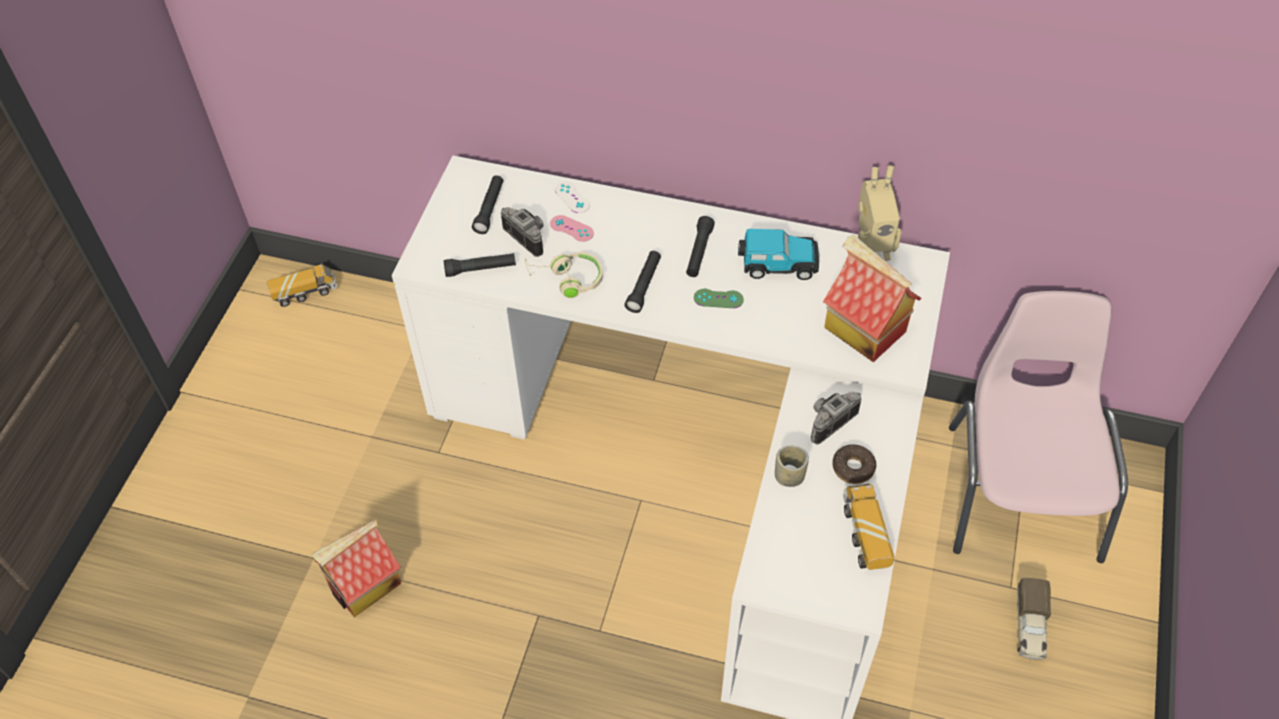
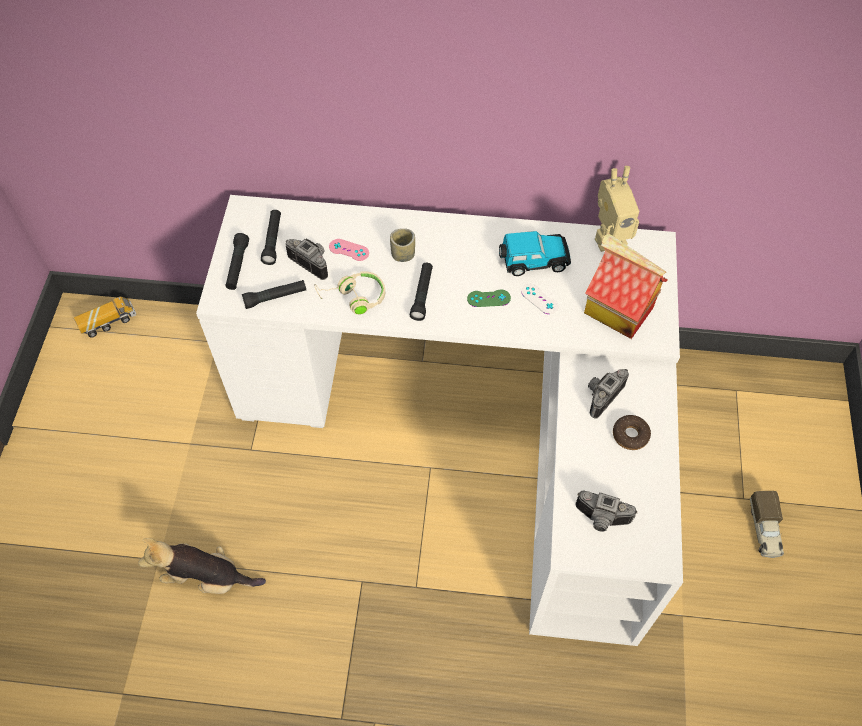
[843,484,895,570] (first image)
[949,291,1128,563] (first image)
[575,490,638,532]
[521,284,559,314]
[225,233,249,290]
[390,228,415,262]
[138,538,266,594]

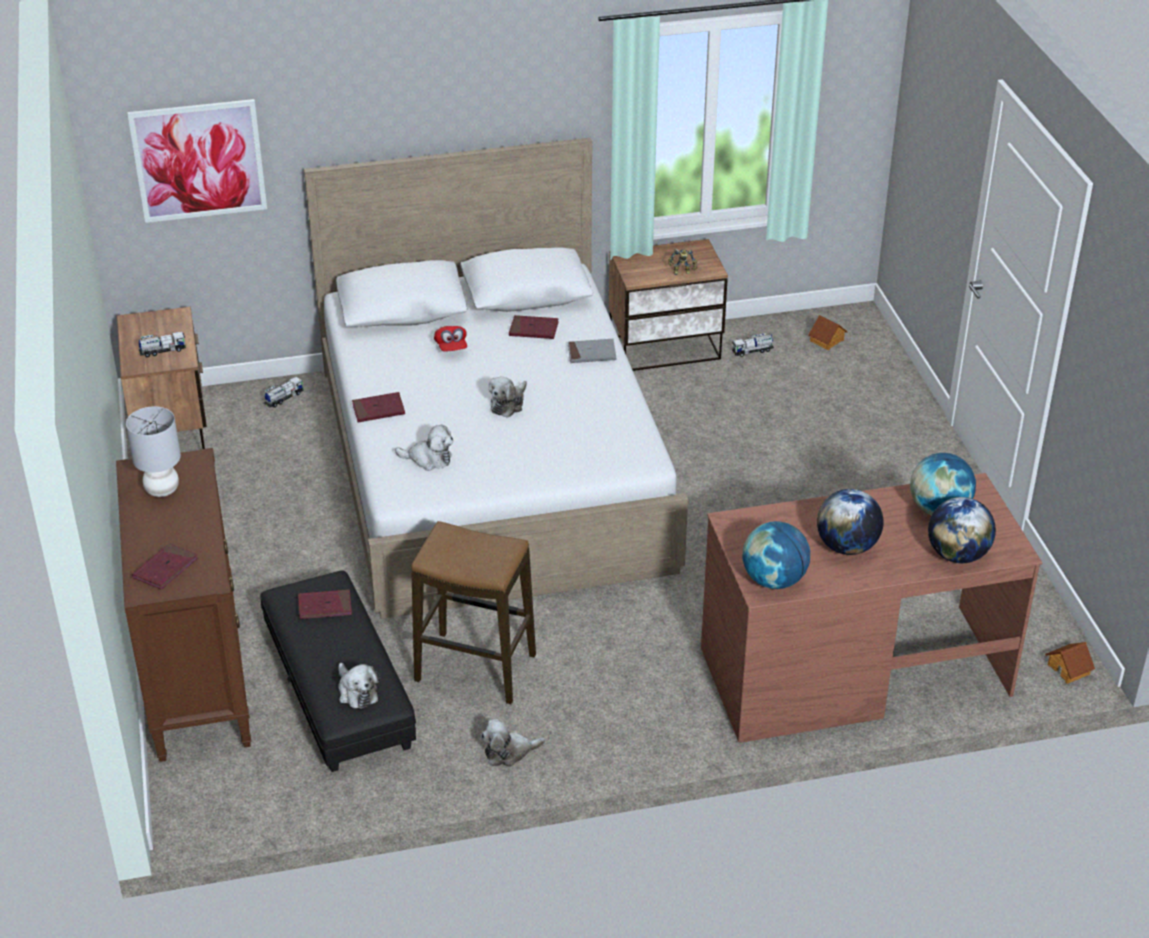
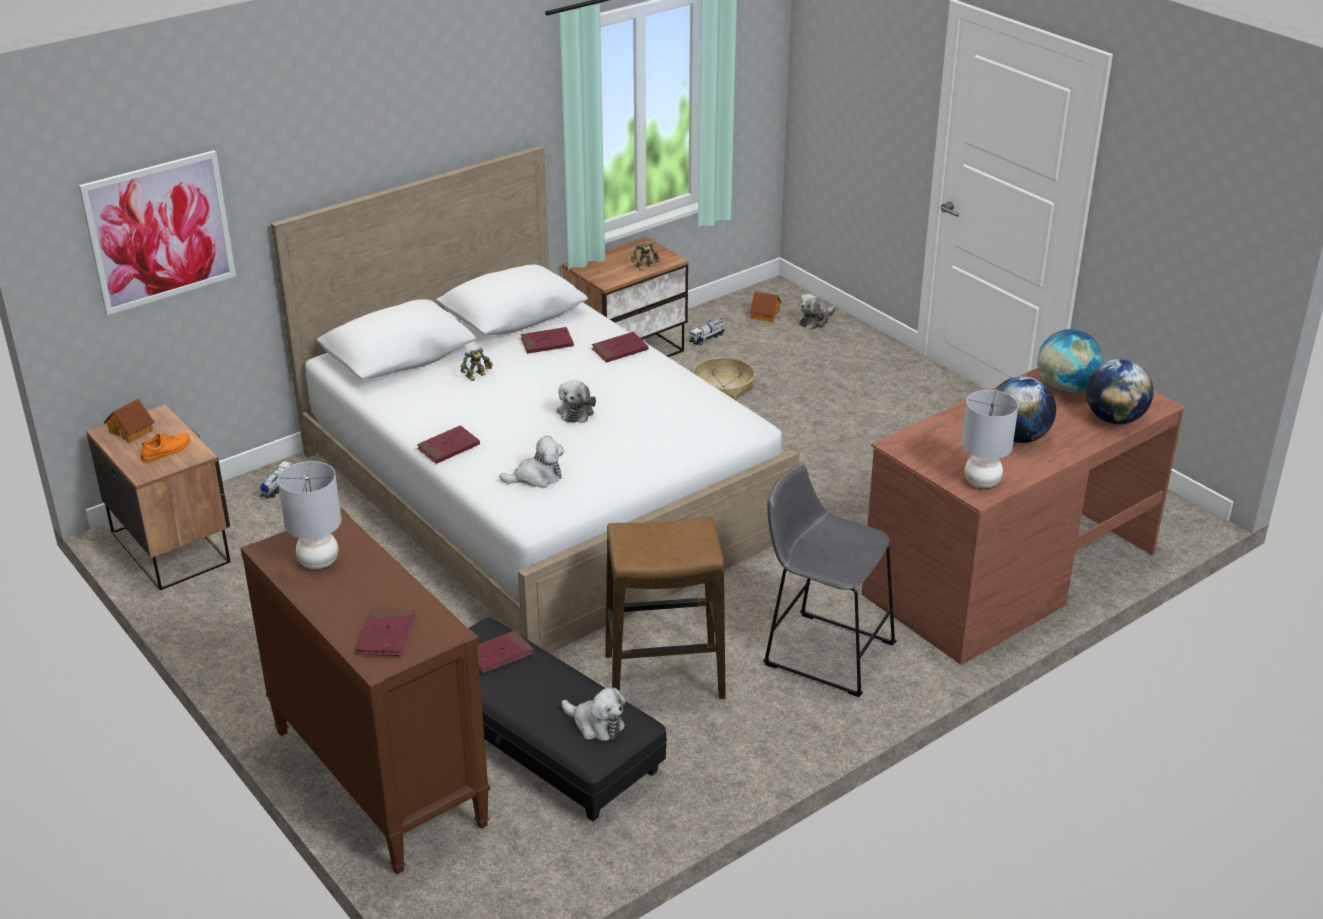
[693,357,755,400]
[763,464,897,697]
[798,294,836,330]
[104,399,155,443]
[140,433,191,463]
[461,348,493,381]
[961,390,1018,488]
[592,332,648,363]

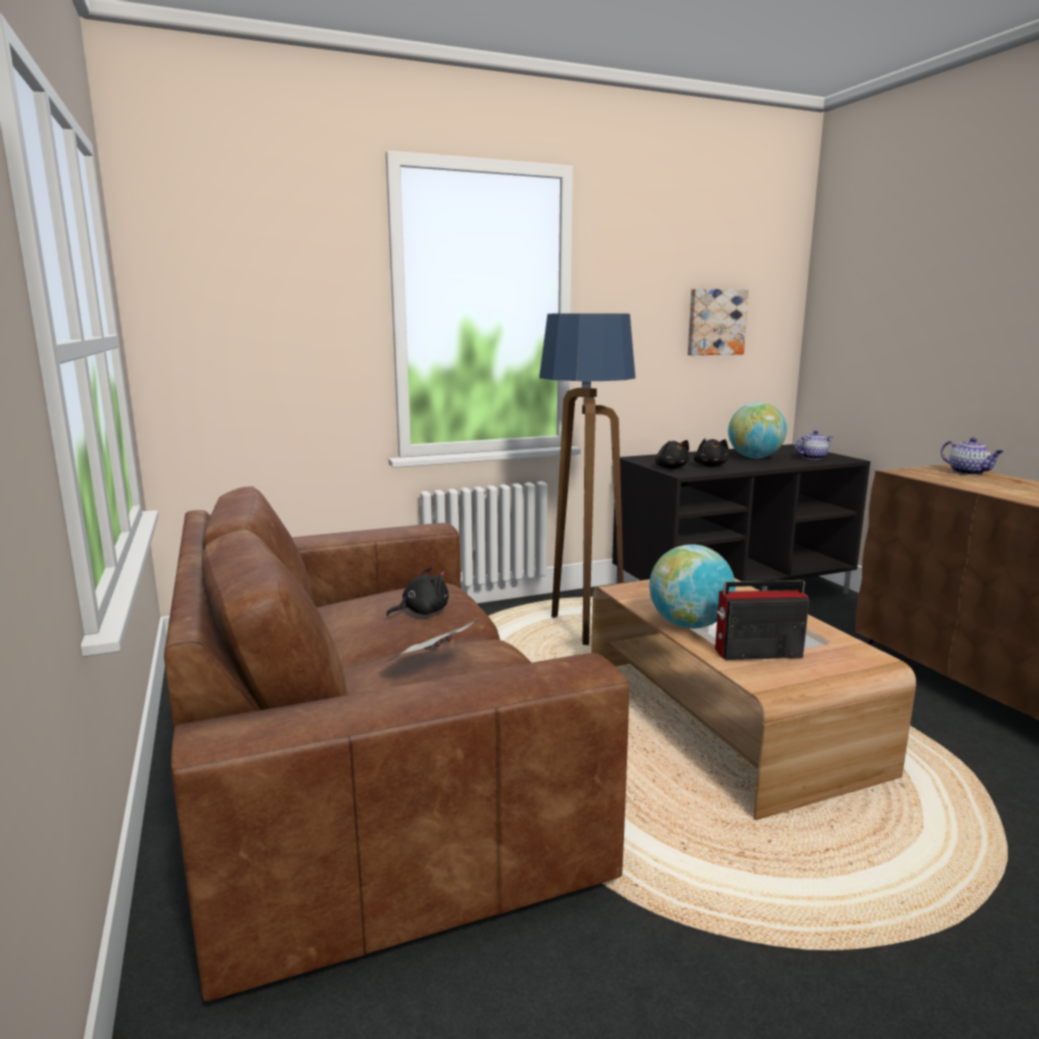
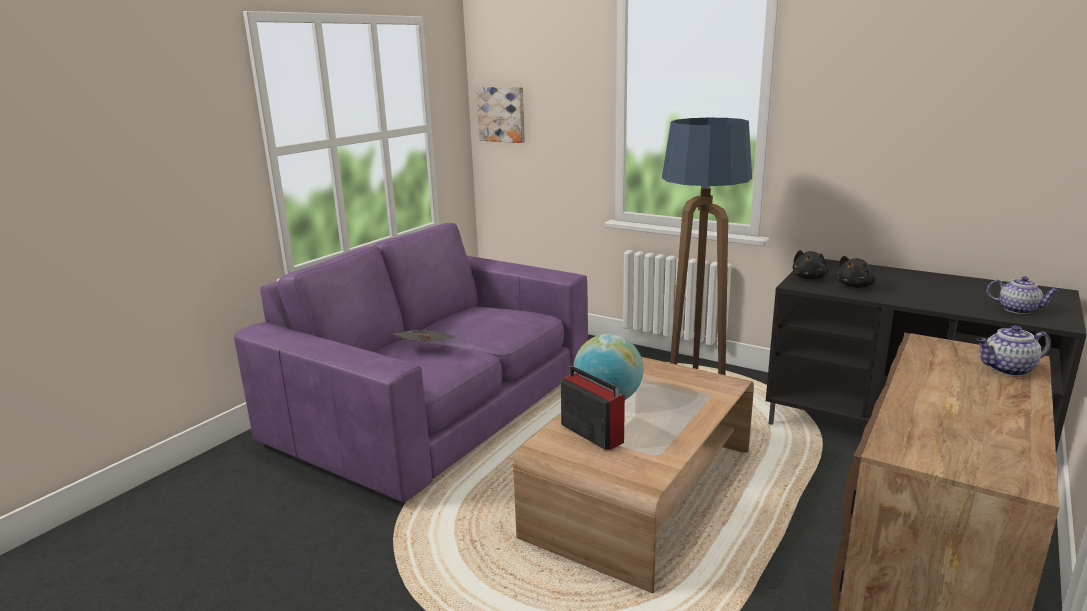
[386,567,449,616] (first image)
[728,402,787,458] (first image)
[476,87,525,143]
[234,223,588,502]
[977,325,1051,376]

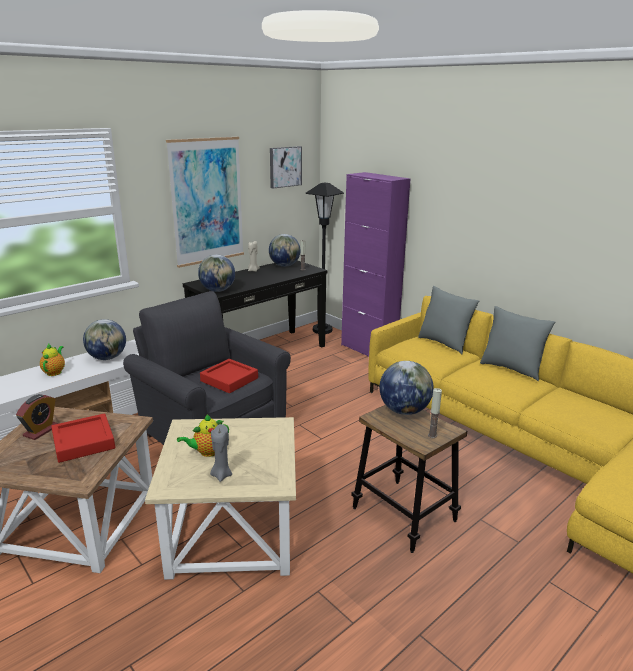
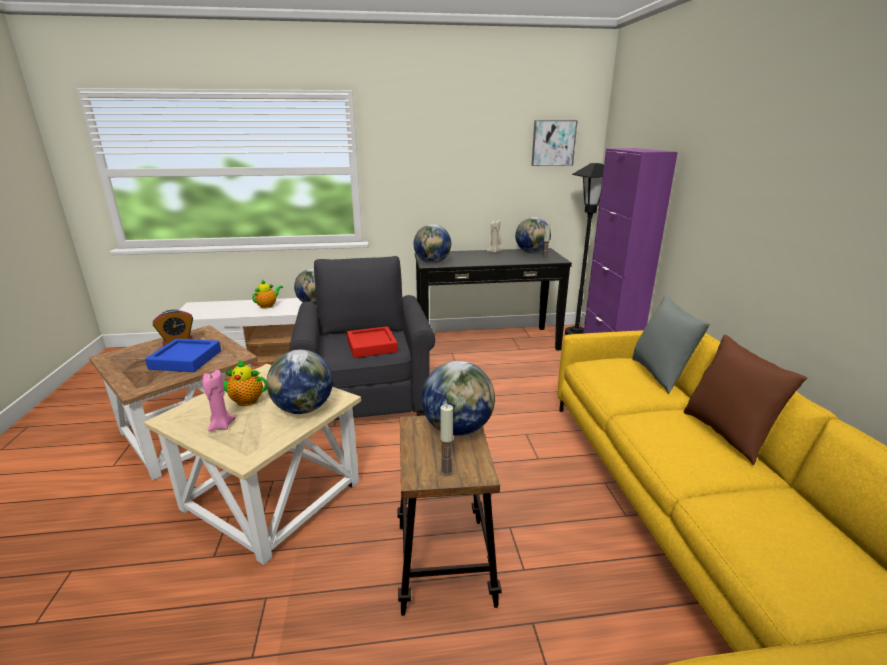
[166,137,244,268] (first image)
[267,350,333,414]
[145,339,221,372]
[203,370,236,431]
[683,335,808,465]

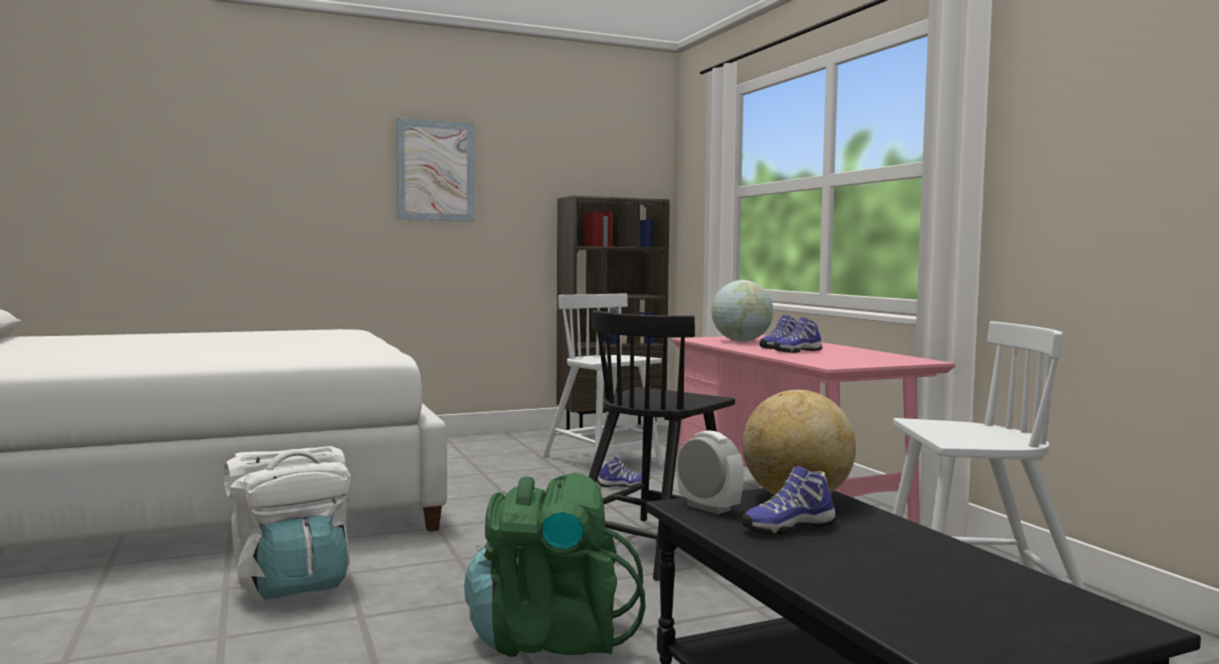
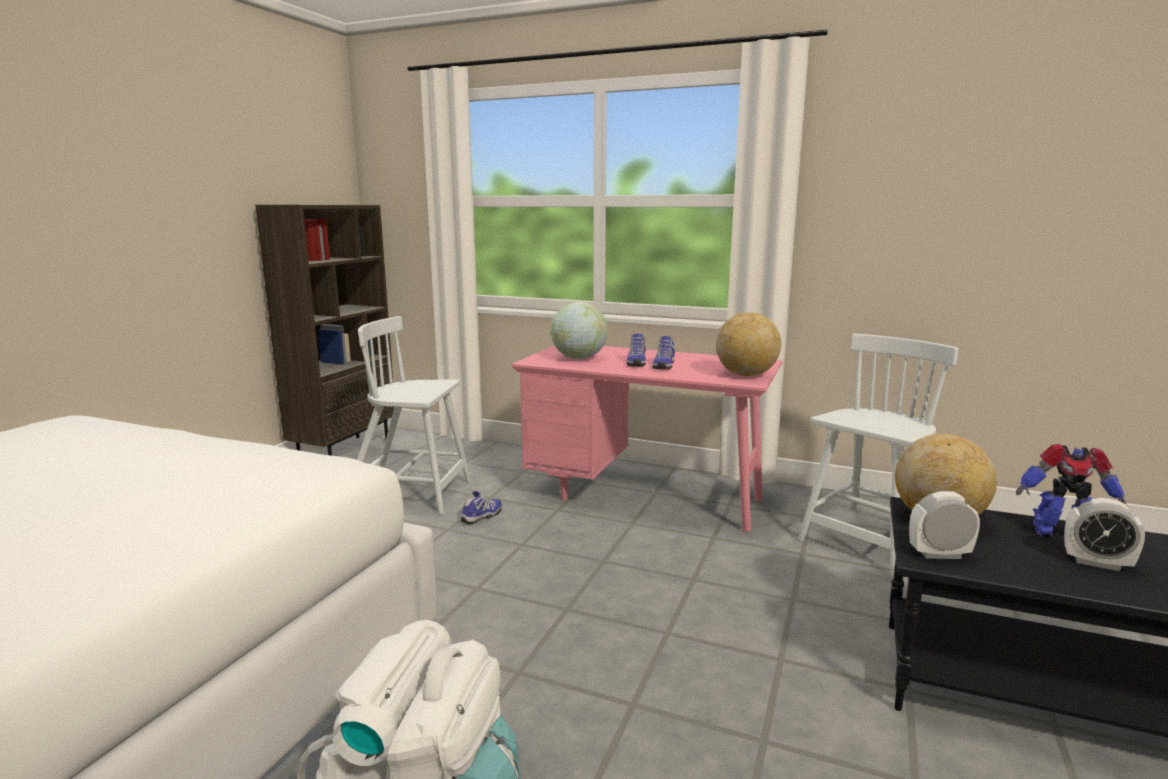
[396,118,475,222] (first image)
[464,472,646,657] (first image)
[589,310,735,581] (first image)
[742,466,836,535] (first image)
[716,312,781,376]
[1016,444,1127,538]
[1064,498,1145,571]

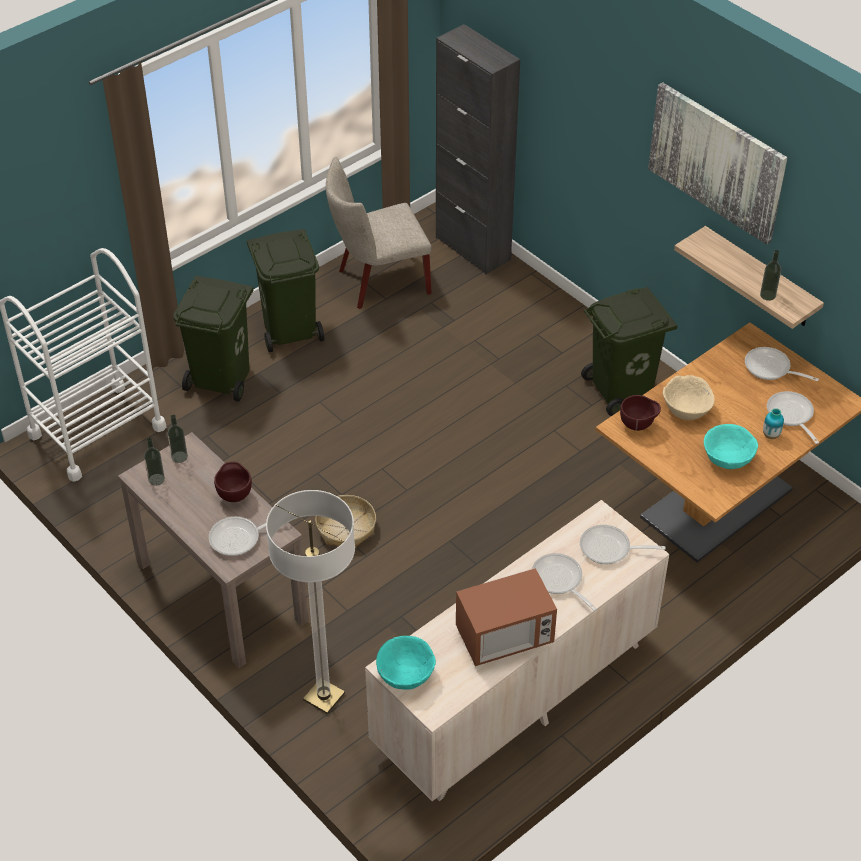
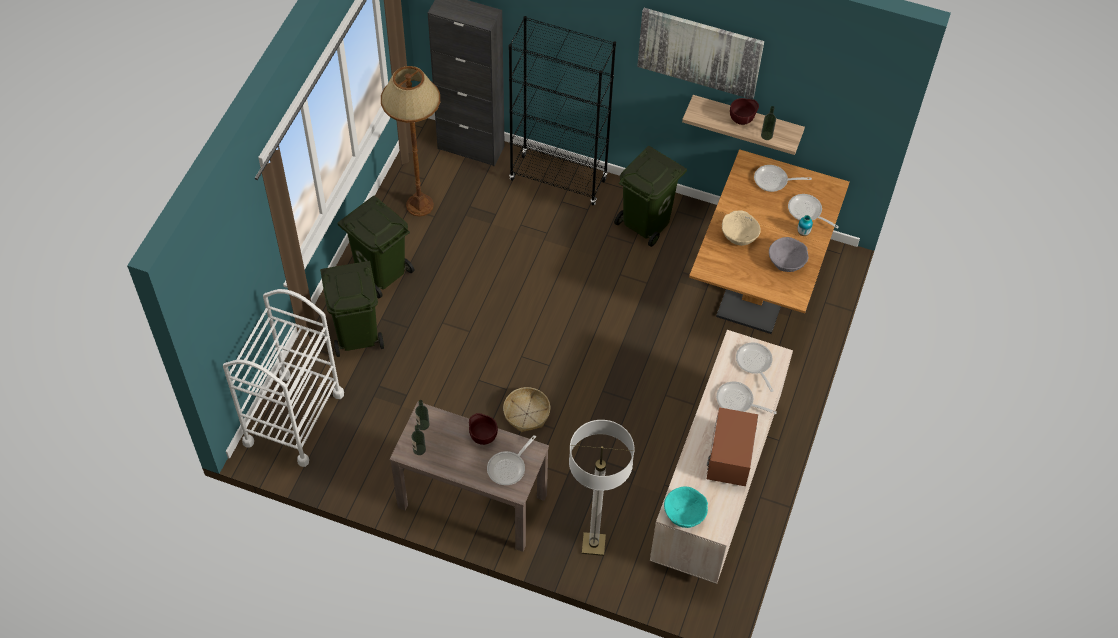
[509,16,616,205]
[730,98,759,125]
[381,66,440,216]
[769,237,809,272]
[706,407,758,486]
[736,342,774,392]

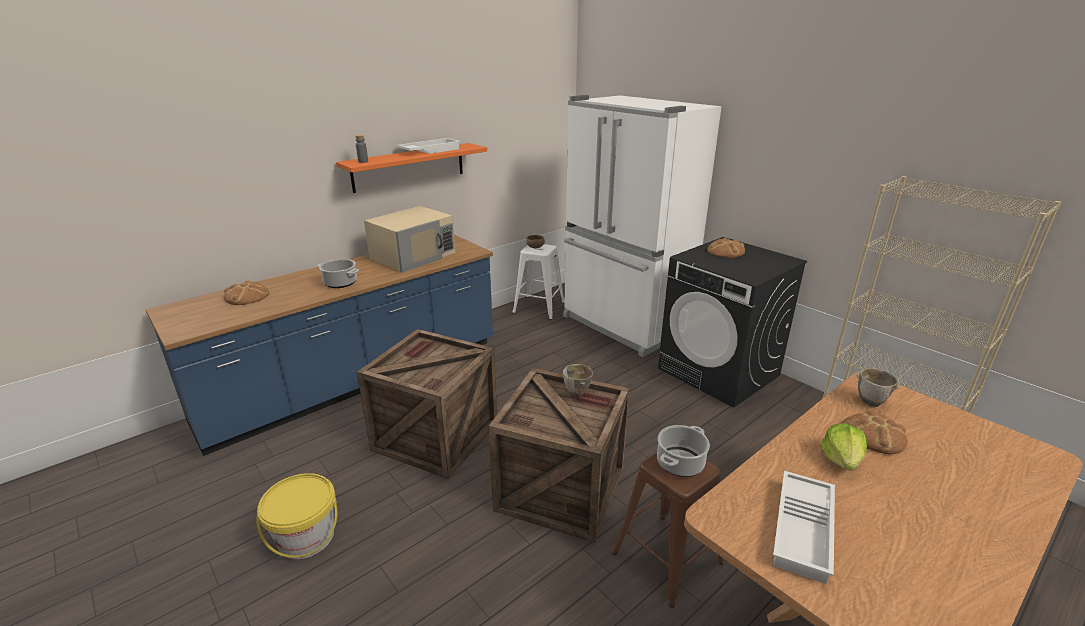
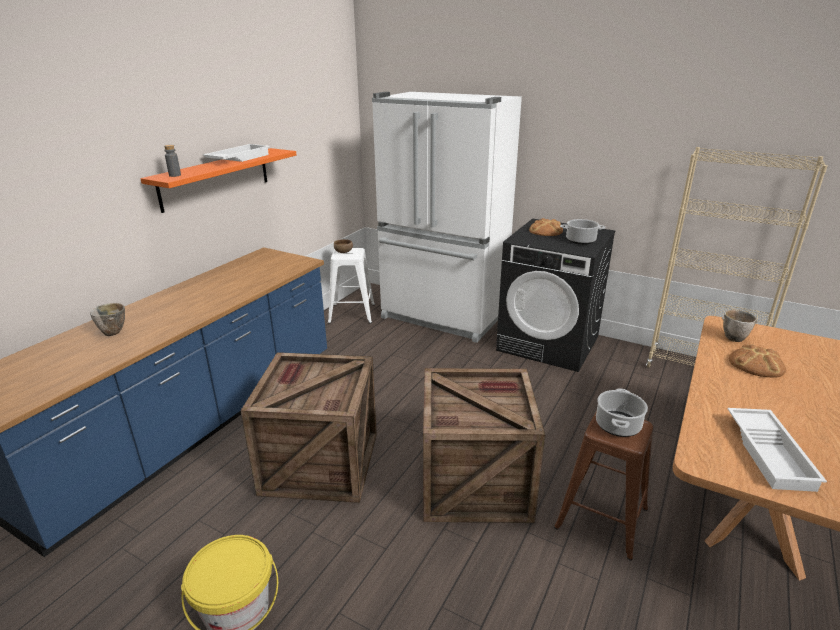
[224,281,269,305] (first image)
[364,206,455,273] (first image)
[822,423,867,471] (first image)
[560,219,606,245]
[90,303,125,336]

